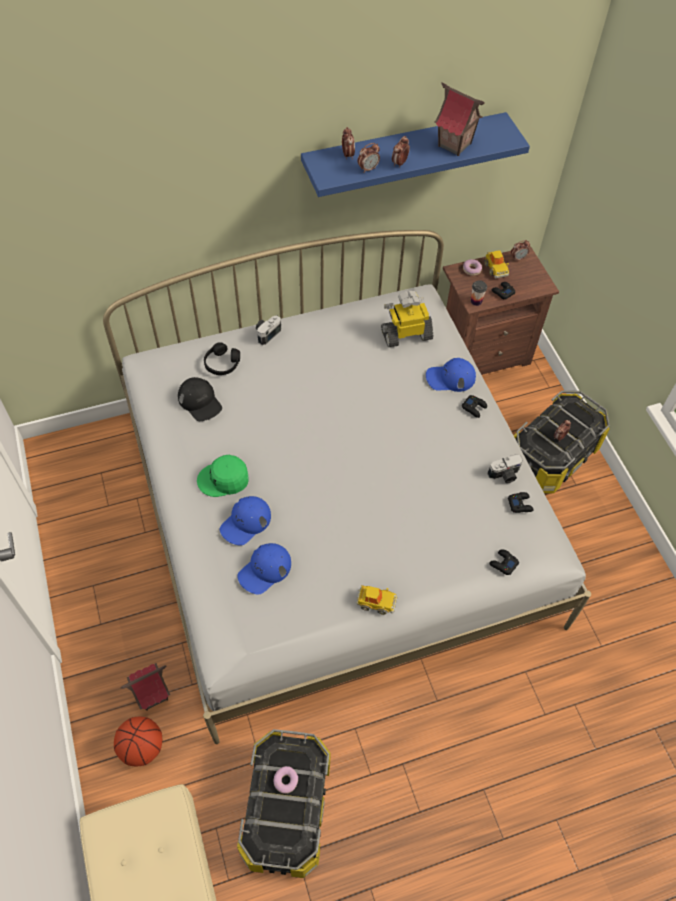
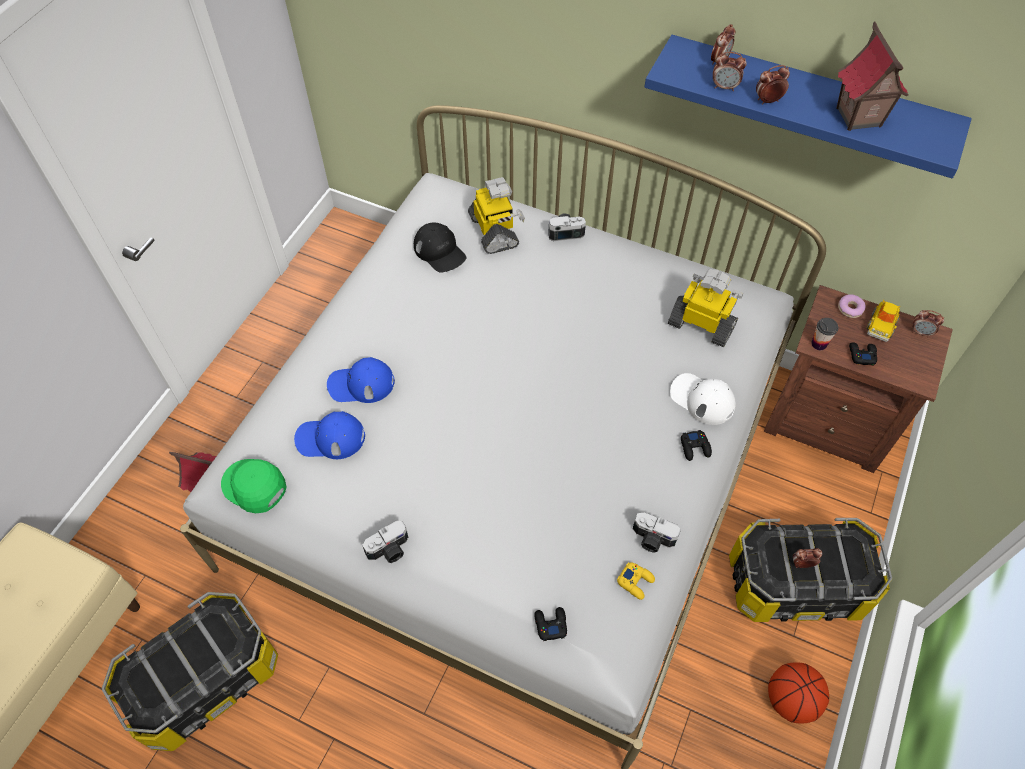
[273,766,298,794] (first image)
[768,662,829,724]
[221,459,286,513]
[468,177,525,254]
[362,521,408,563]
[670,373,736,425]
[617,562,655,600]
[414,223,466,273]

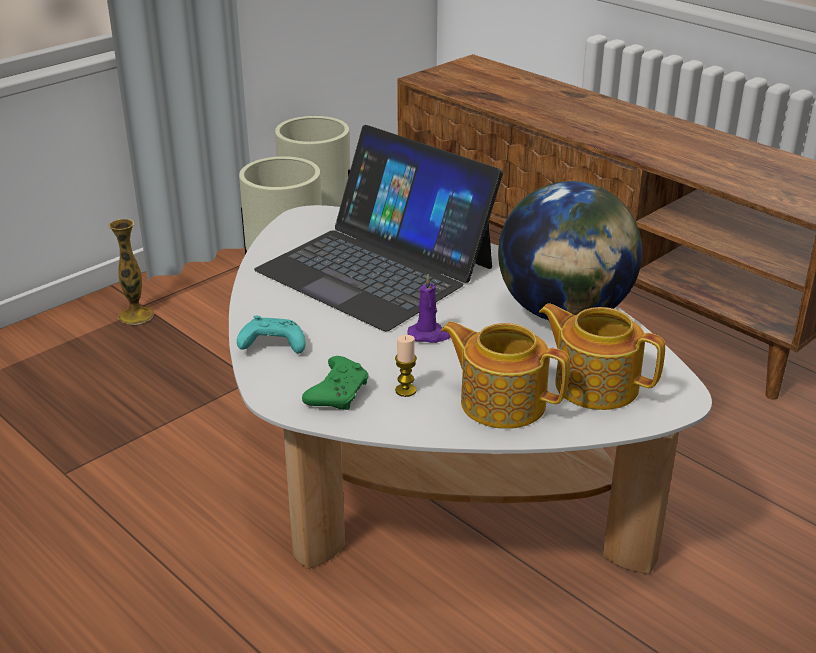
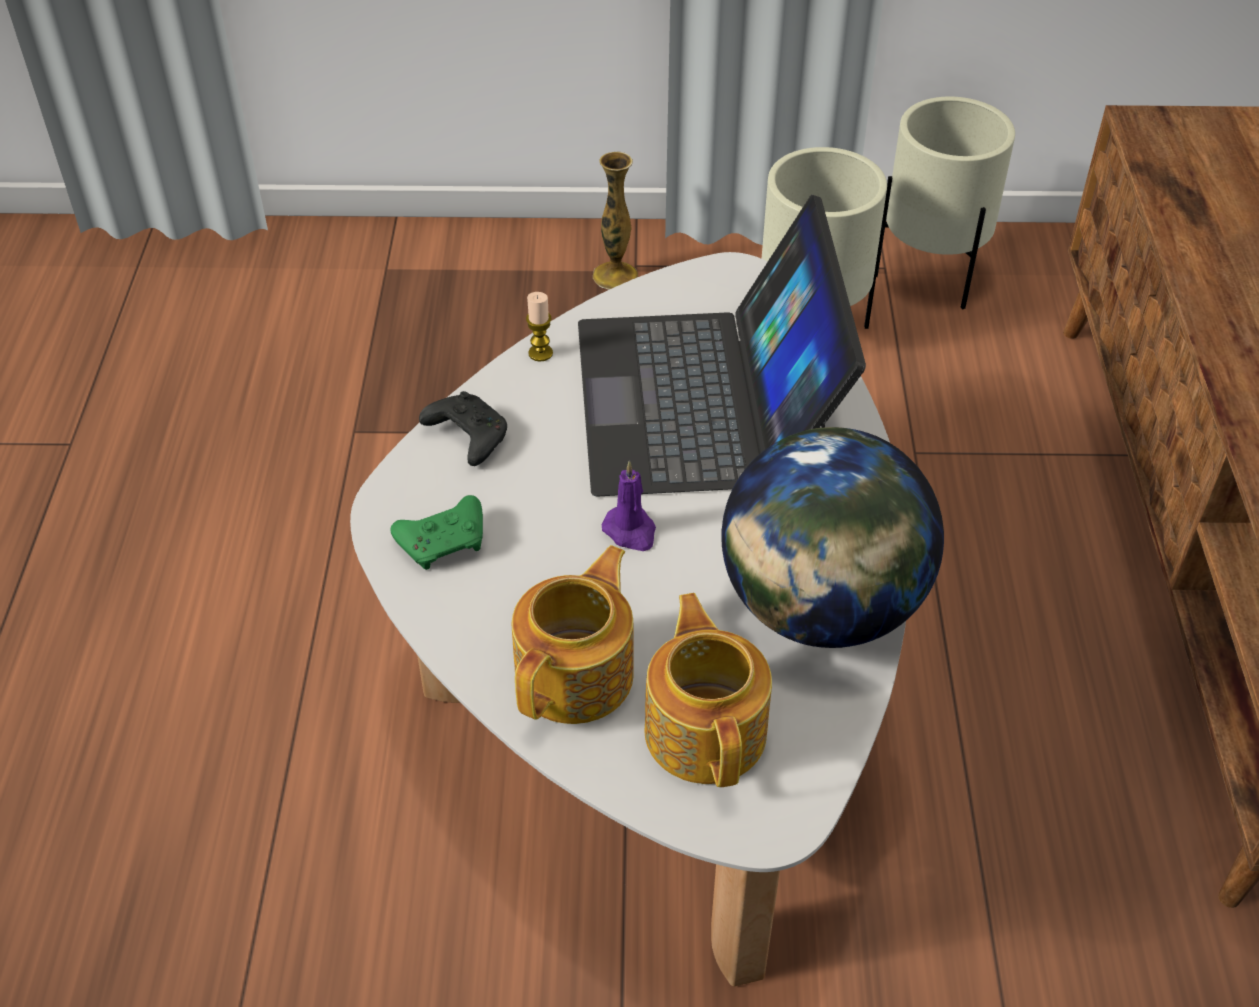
[526,292,553,362]
[419,391,507,466]
[512,545,634,724]

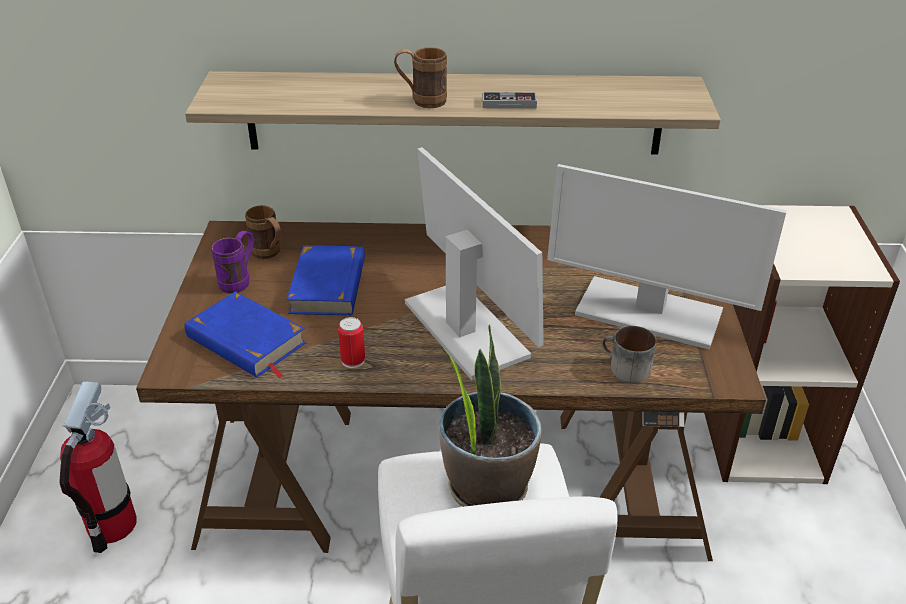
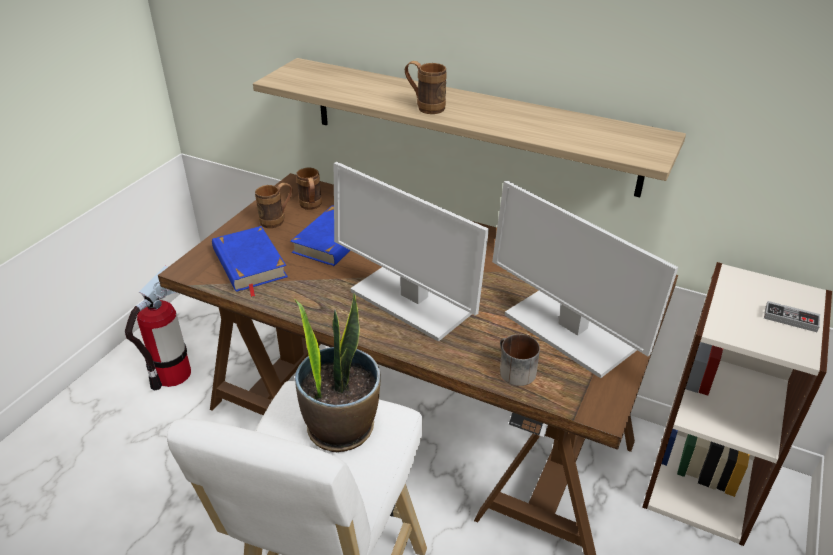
[338,317,365,368] (first image)
[764,301,820,332]
[255,183,293,228]
[334,162,489,342]

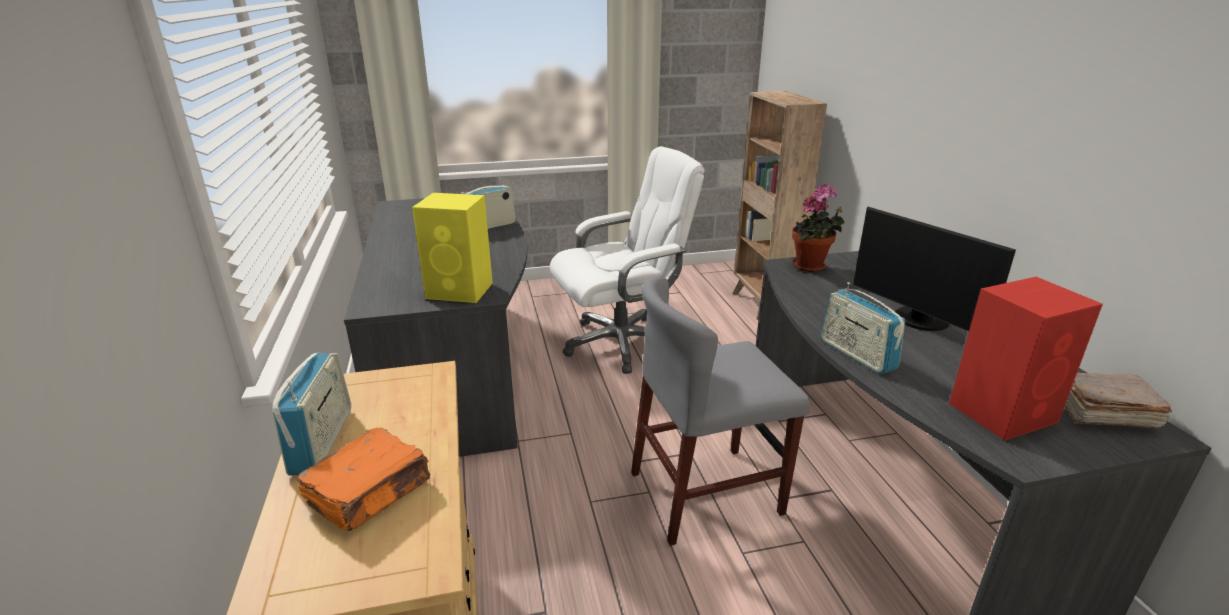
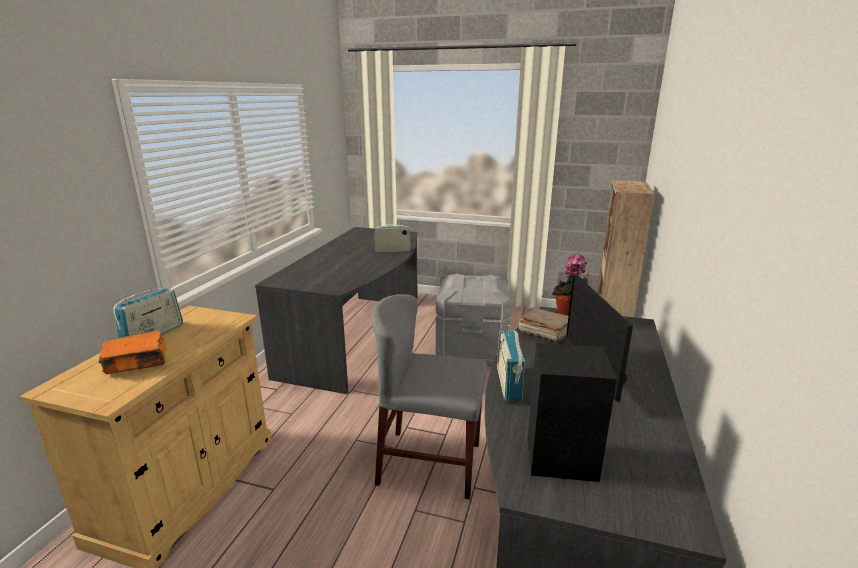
[412,193,493,303] (first image)
[519,308,568,342]
[436,274,511,367]
[528,343,617,482]

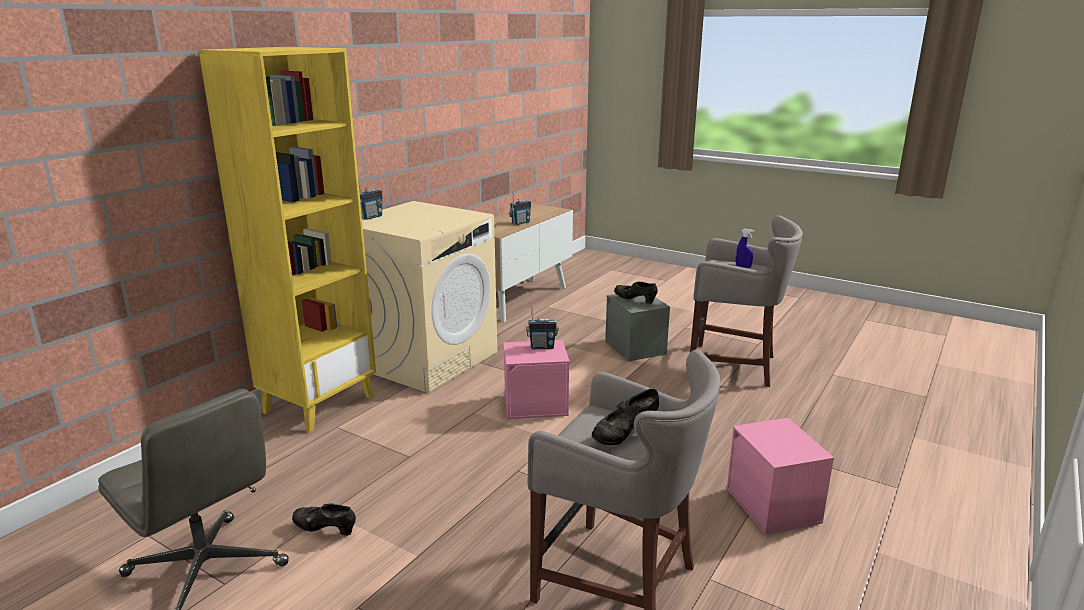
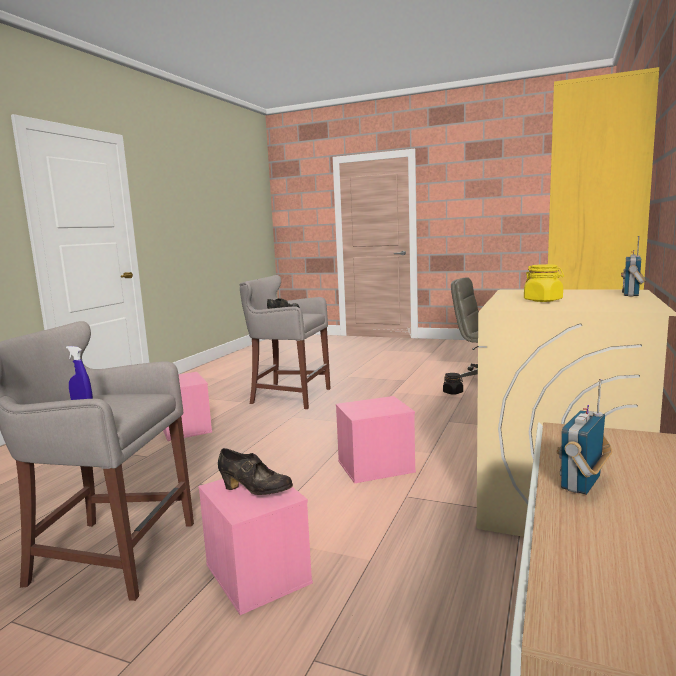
[526,306,559,349] (first image)
[524,264,564,302]
[443,373,463,395]
[198,468,313,615]

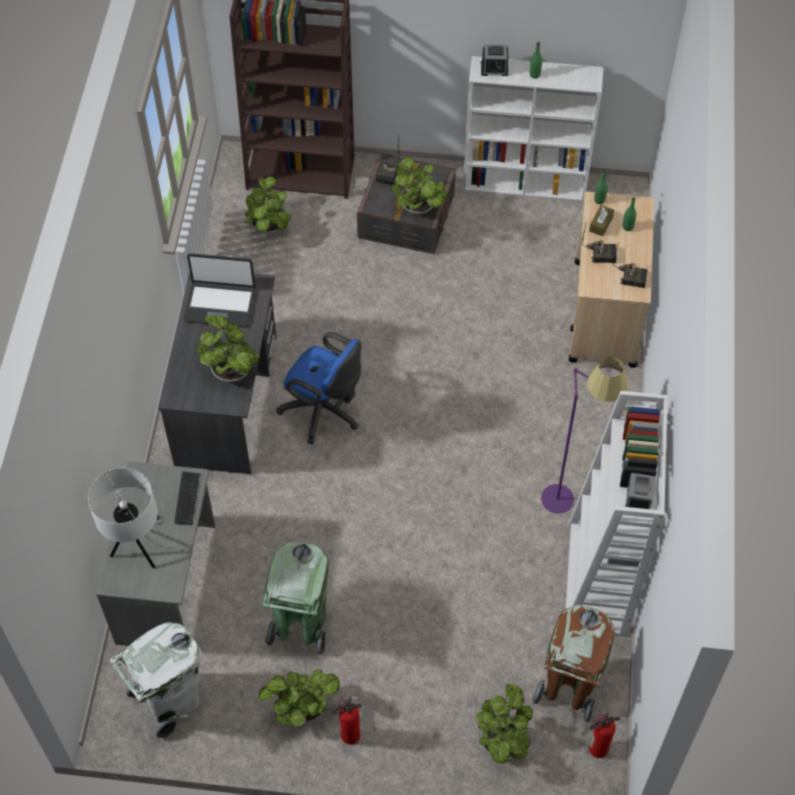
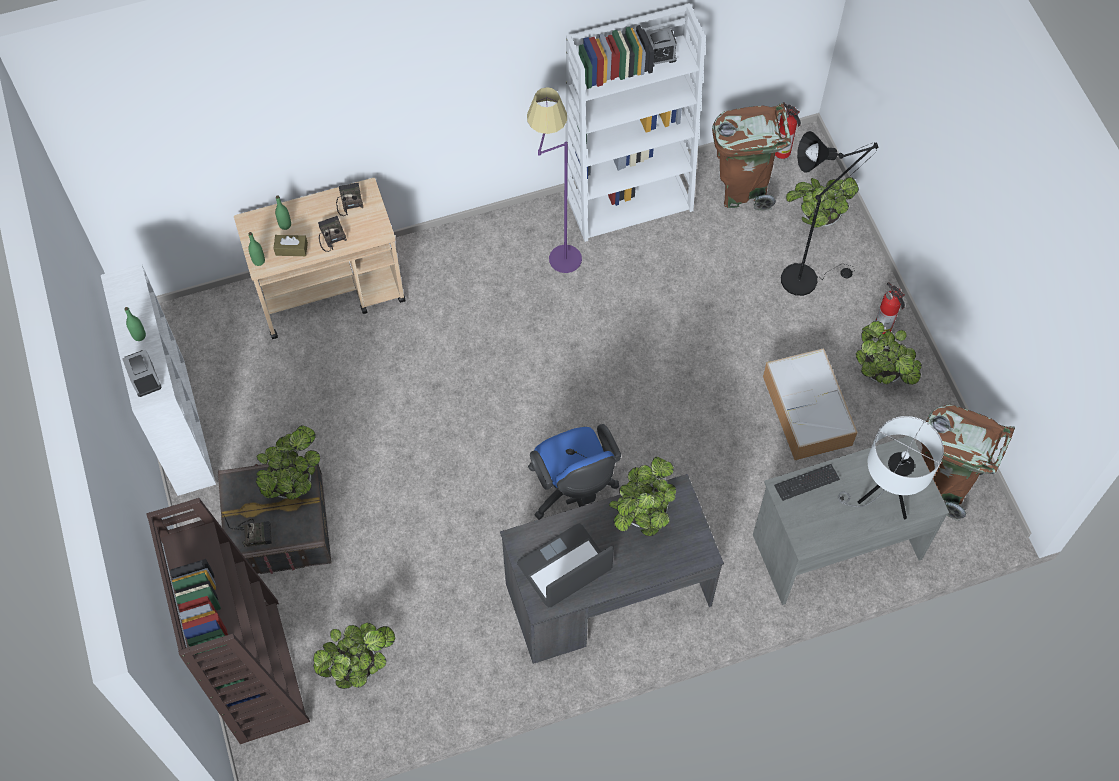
[781,131,878,296]
[763,348,858,460]
[921,404,1015,521]
[517,523,614,607]
[528,424,621,520]

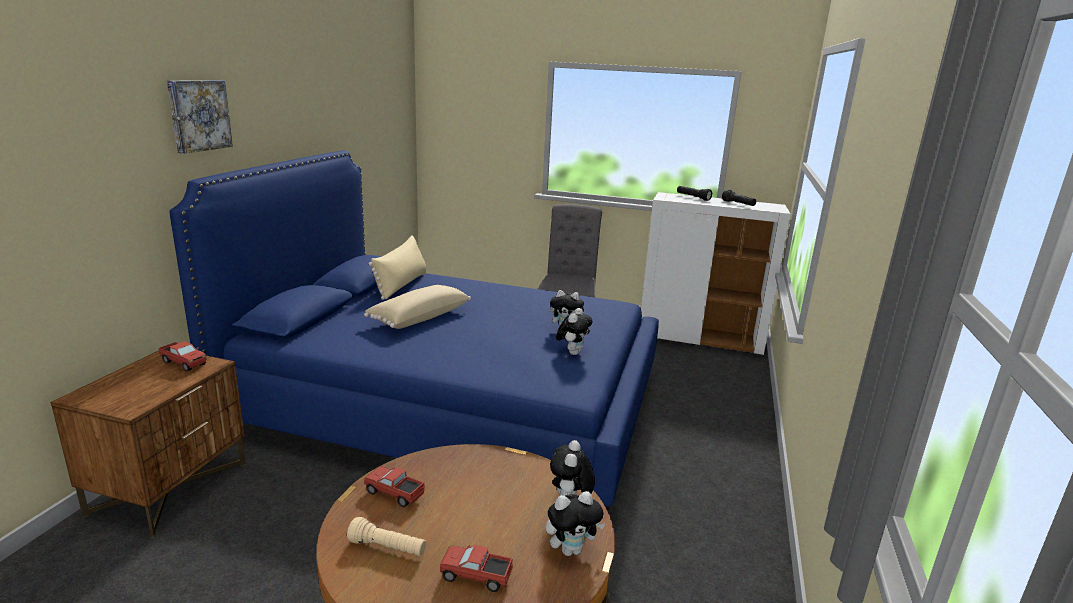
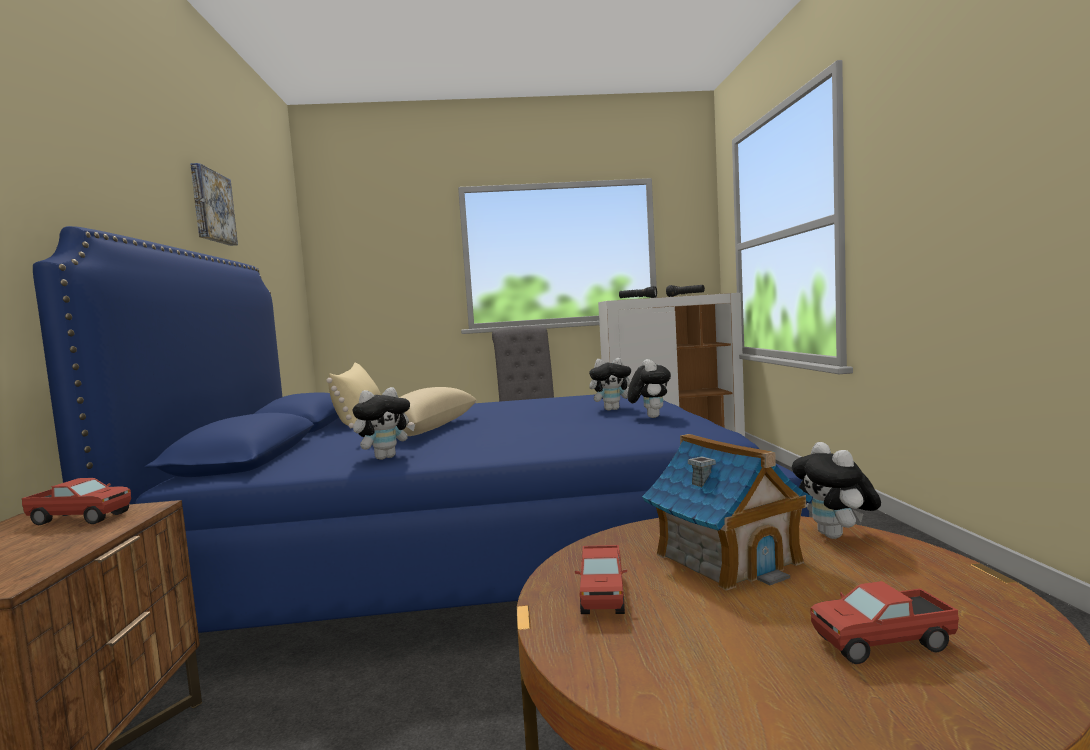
[347,517,426,556] (first image)
[642,434,813,591]
[190,163,238,246]
[353,387,415,460]
[575,545,627,614]

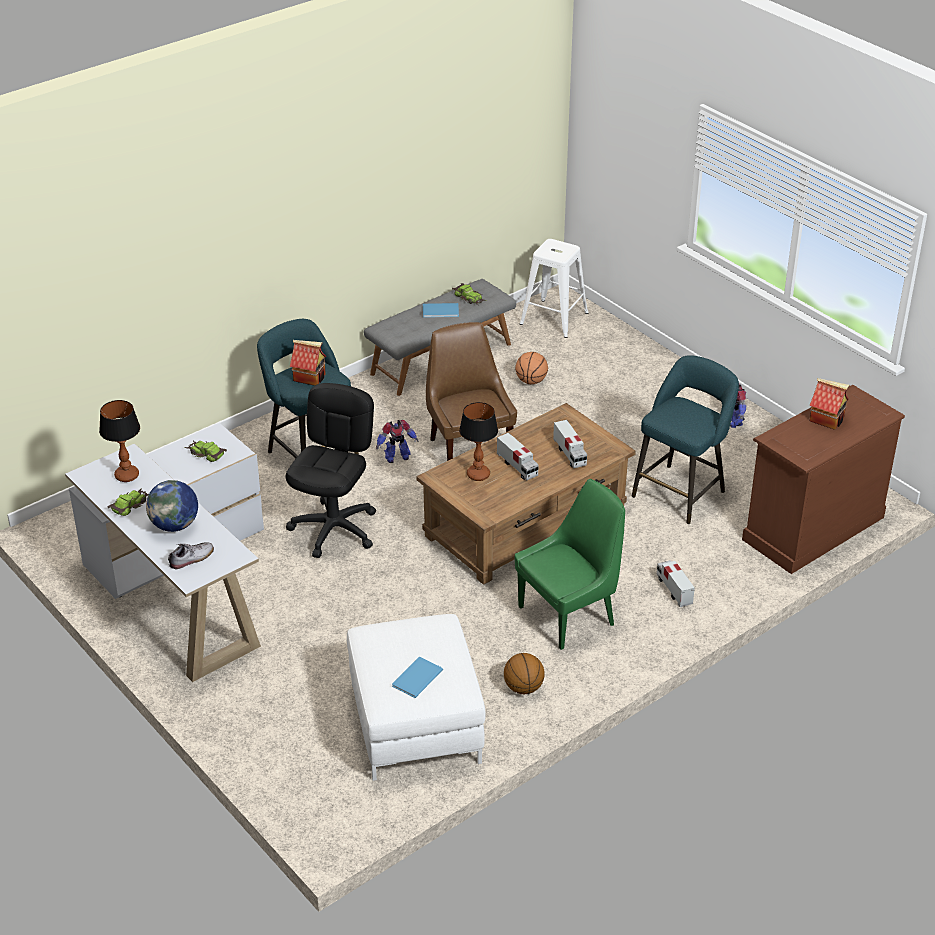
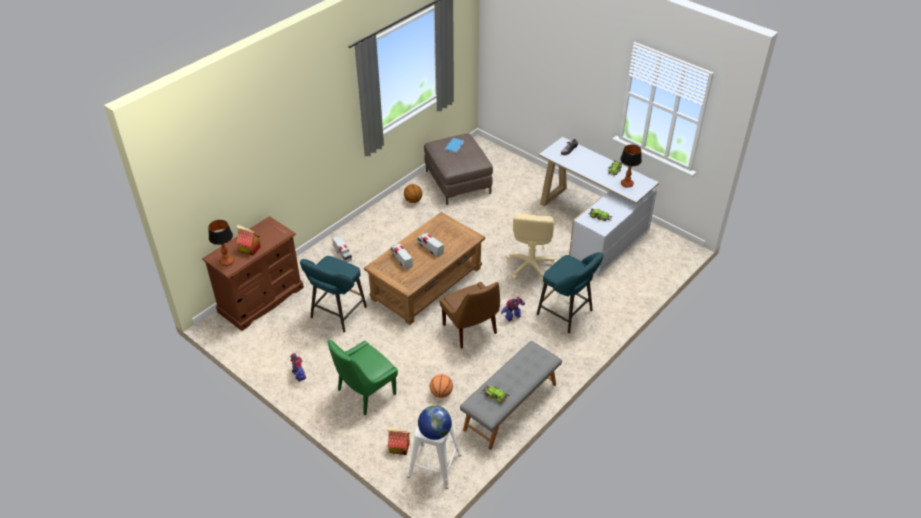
[423,303,459,318] (first image)
[418,405,452,440]
[387,427,410,455]
[208,220,234,266]
[328,340,398,416]
[506,213,557,283]
[424,133,493,205]

